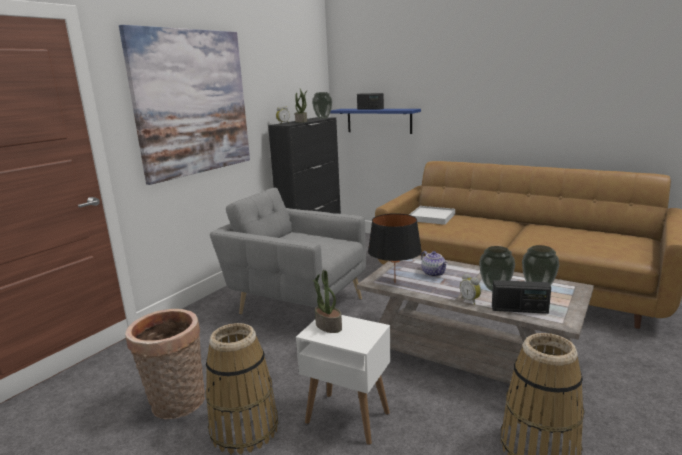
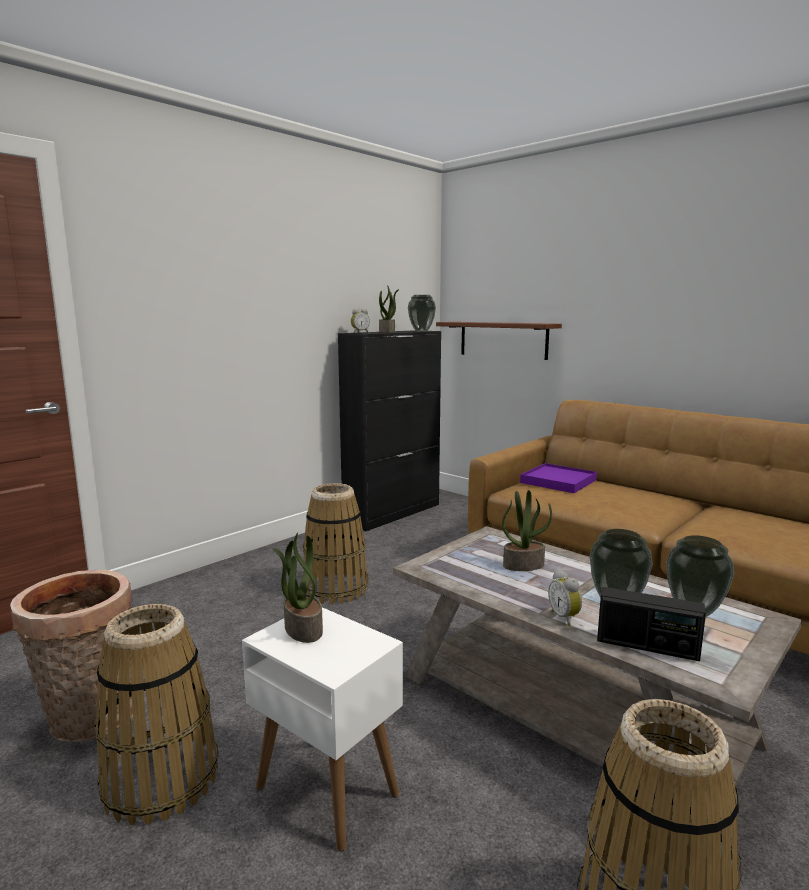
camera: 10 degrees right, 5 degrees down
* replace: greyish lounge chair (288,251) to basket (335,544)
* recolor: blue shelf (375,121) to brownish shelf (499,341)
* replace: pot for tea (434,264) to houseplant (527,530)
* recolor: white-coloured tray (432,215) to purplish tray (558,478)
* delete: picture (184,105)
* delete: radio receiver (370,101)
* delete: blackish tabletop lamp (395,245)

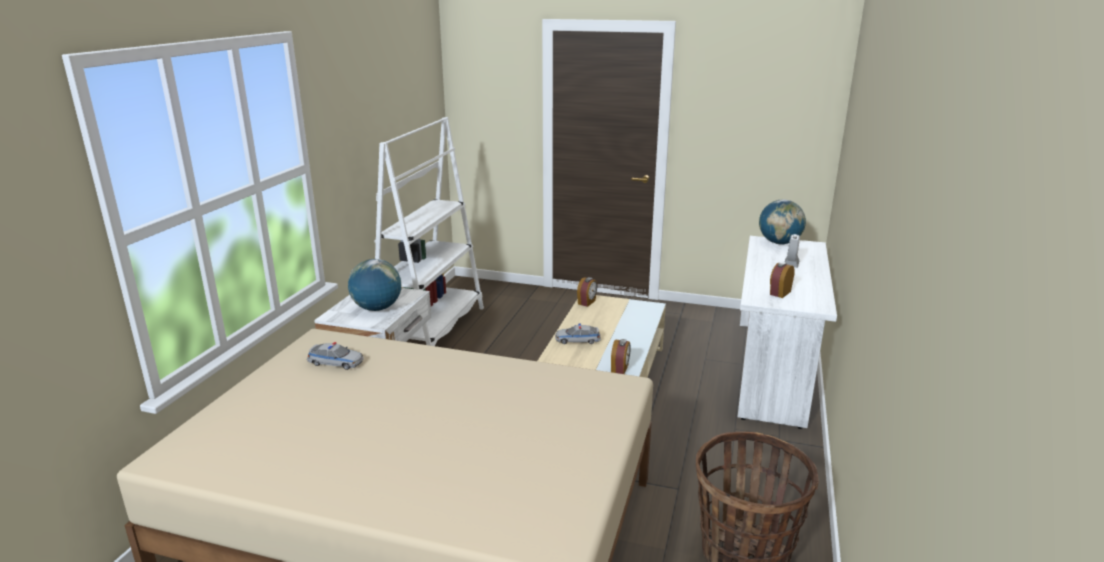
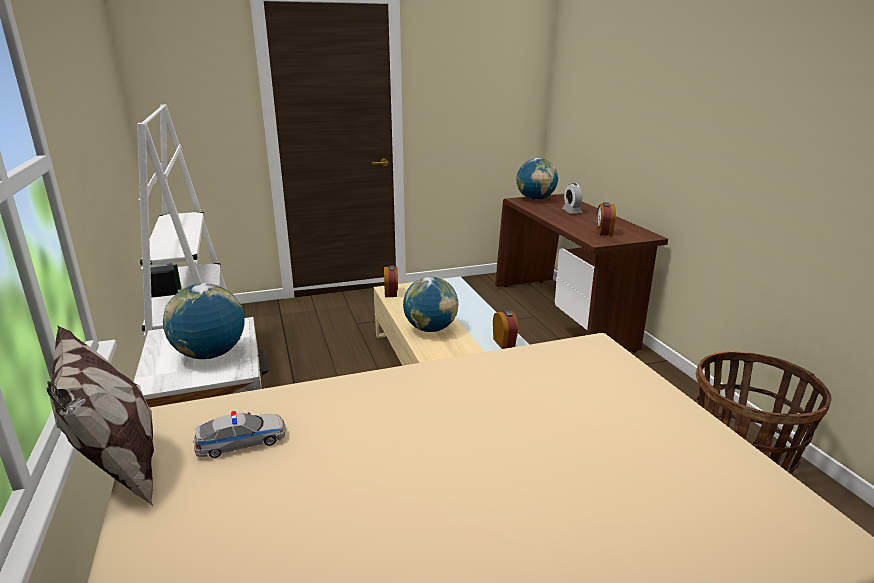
camera: 35 degrees left, 0 degrees up
* insert: pillow (100,416)
* replace: miniature car (578,334) to world globe (430,304)
* recolor: white-coloured desk (787,332) to brownish desk (581,273)

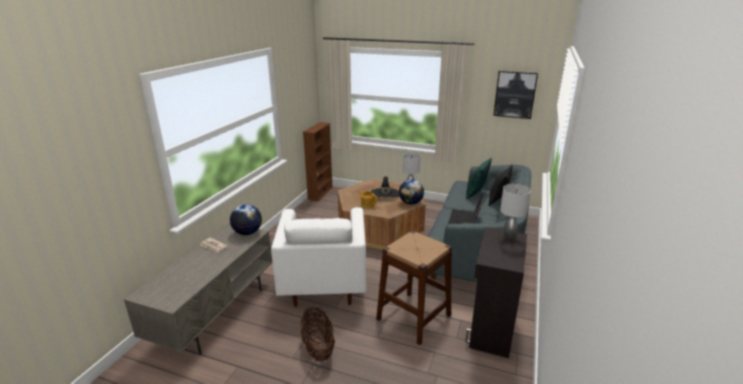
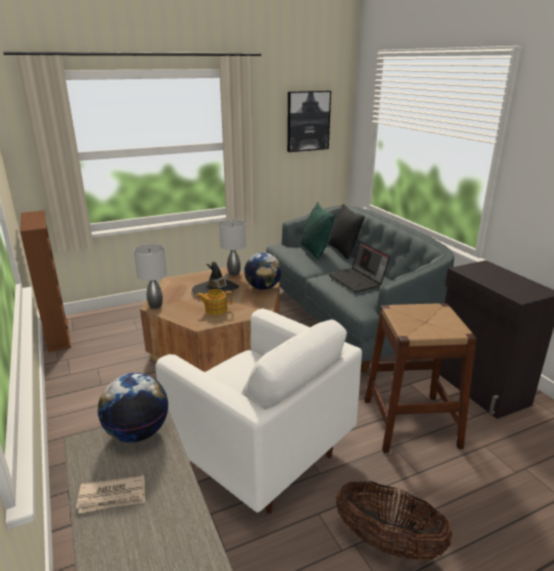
camera: 45 degrees left, 0 degrees up
* move: greyish tabletop lamp (515,212) to (150,276)

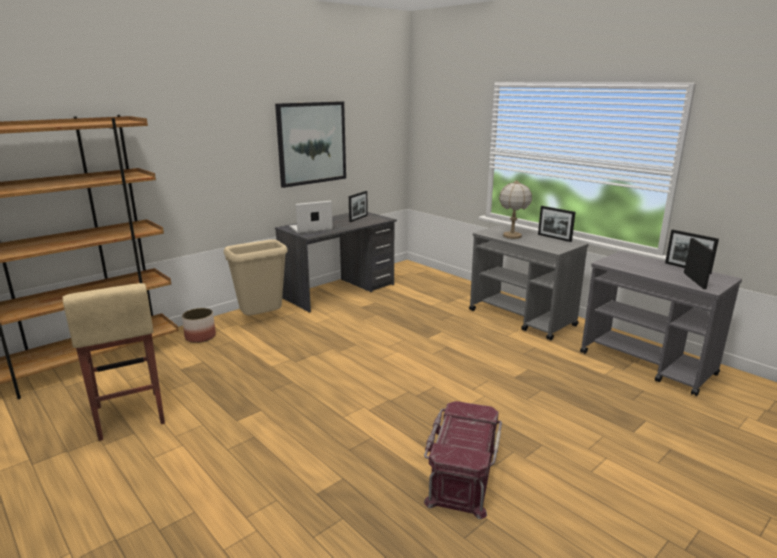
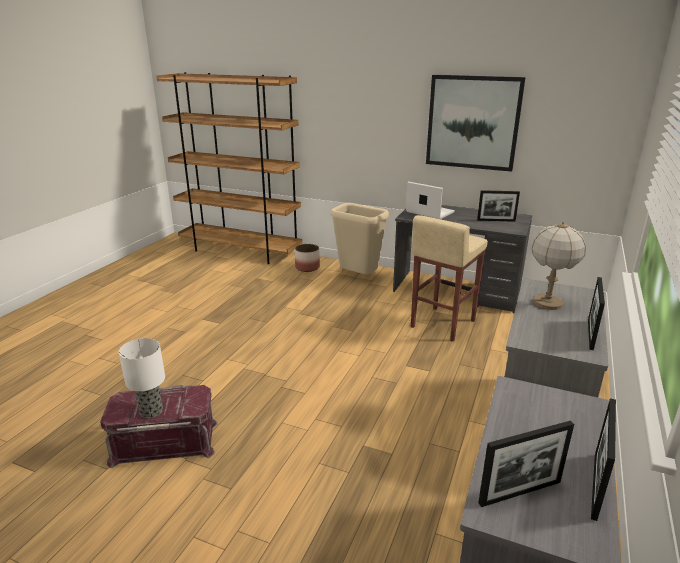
camera: 65 degrees right, 5 degrees up
* insert: tabletop lamp (142,378)
* move: beige stool (114,362) to (449,278)

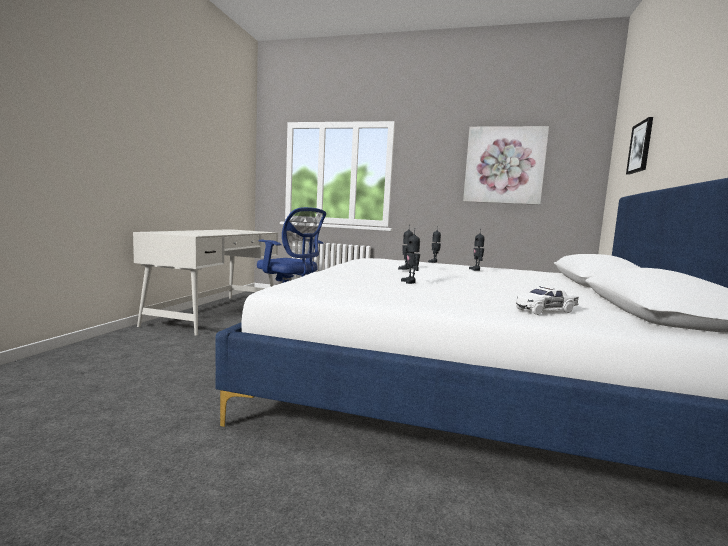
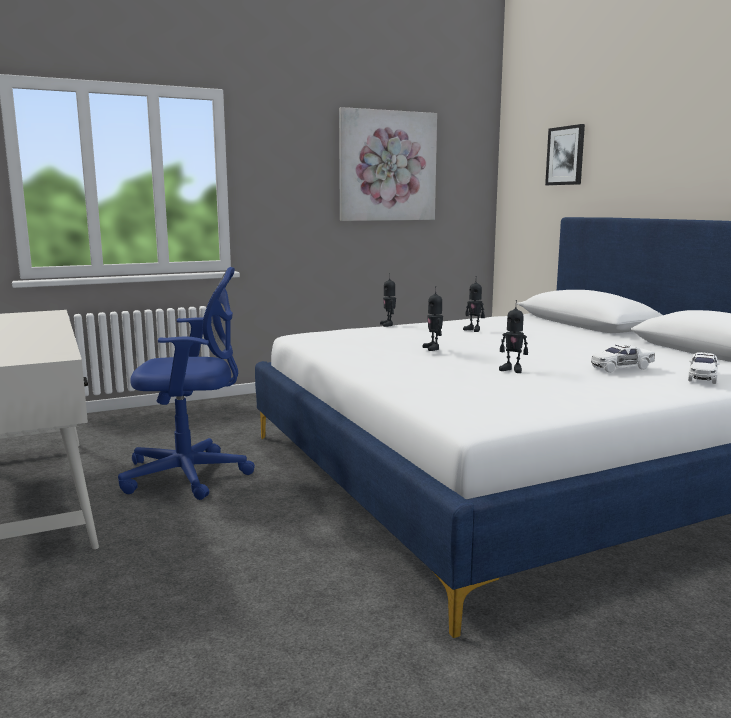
camera: 40 degrees left, 5 degrees up
* insert: white-coloured miniature car (623,358)

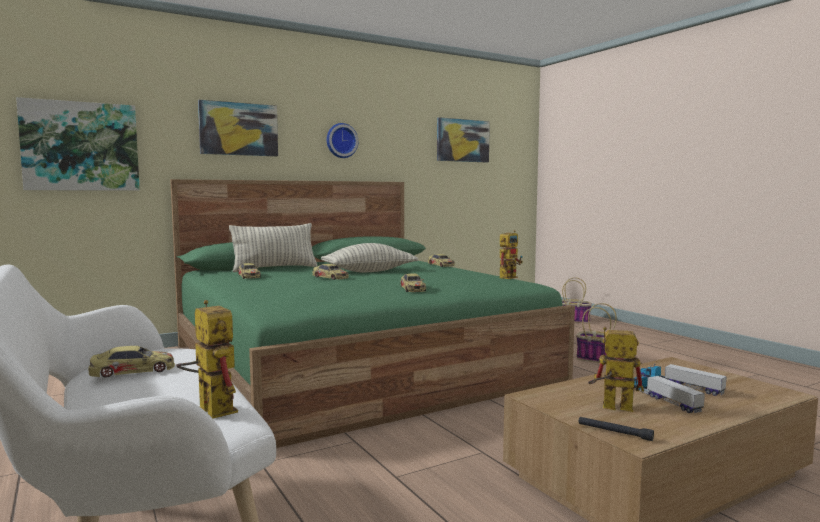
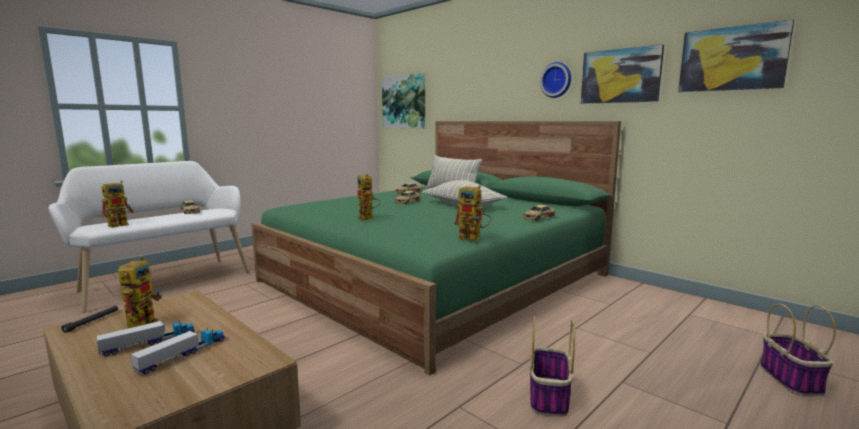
camera: 75 degrees right, 5 degrees up
* replace: miniature car (413,282) to robot figure (369,197)
* move: picture (238,128) to (622,74)

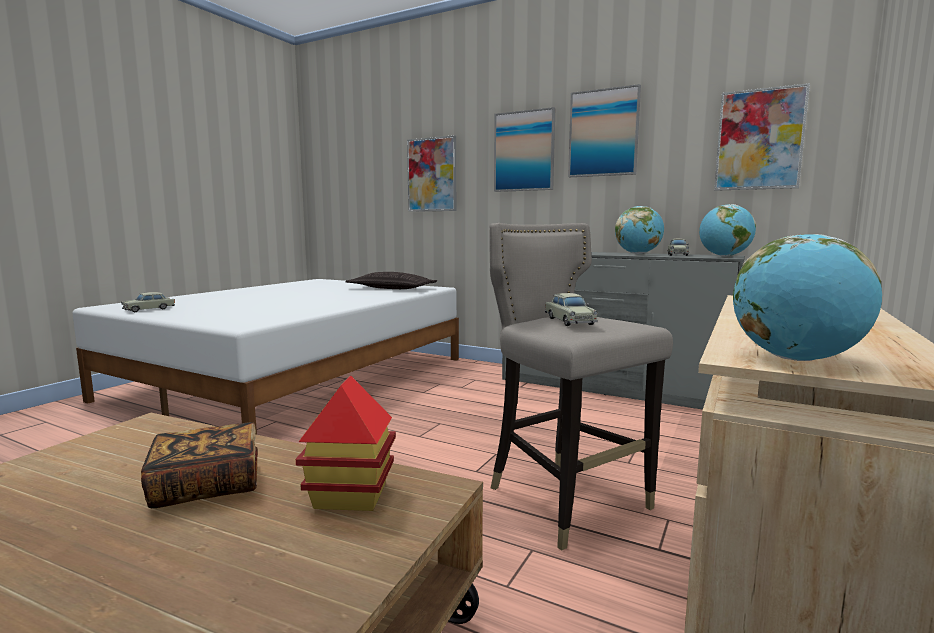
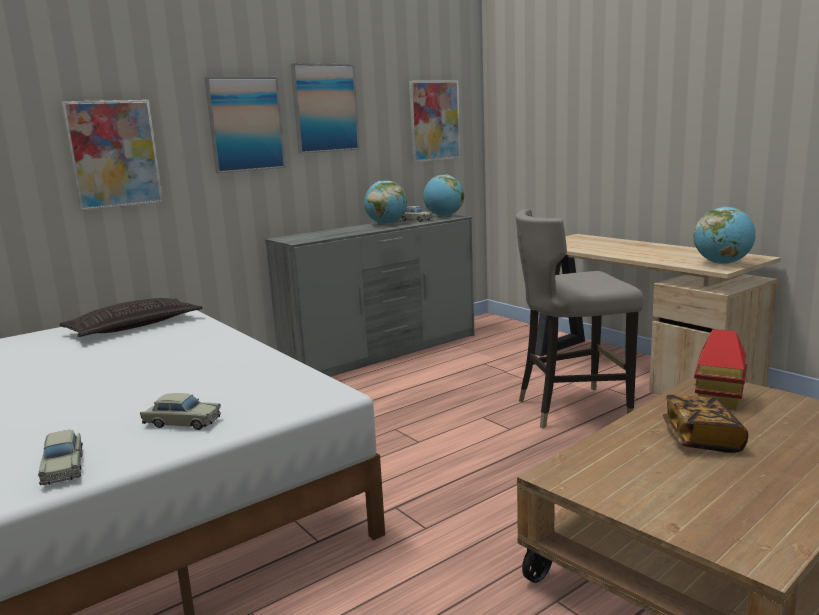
camera: 65 degrees left, 5 degrees up
* move: beige miniature car (571,309) to (180,411)

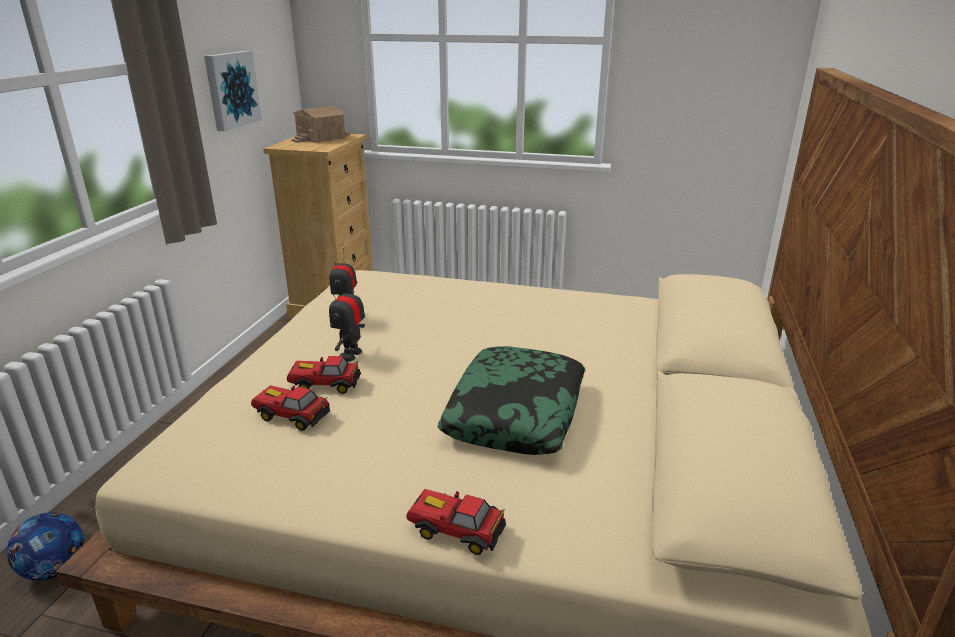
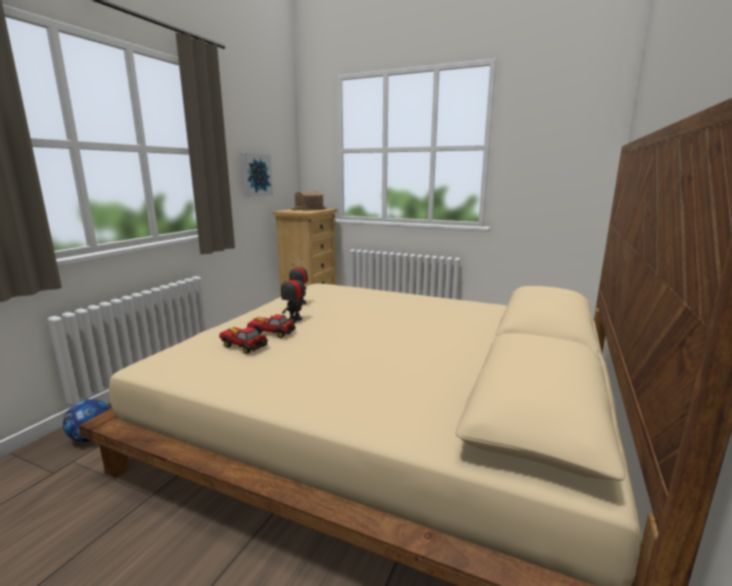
camera: 10 degrees right, 10 degrees down
* delete: miniature car (456,522)
* delete: pillow (511,400)

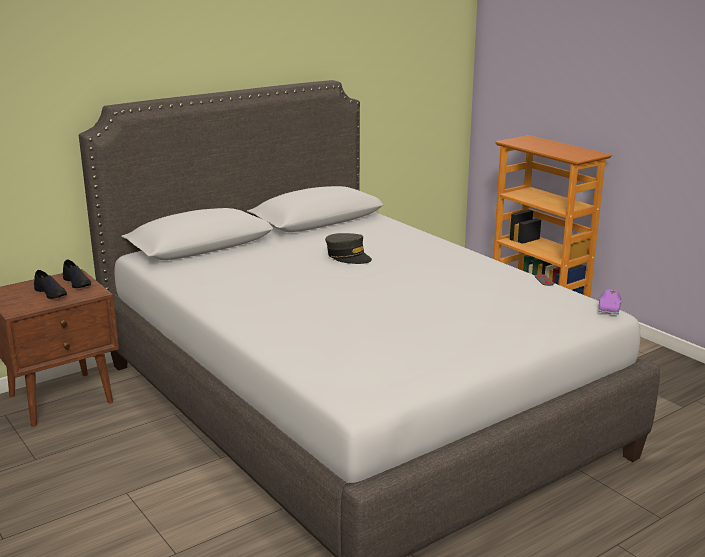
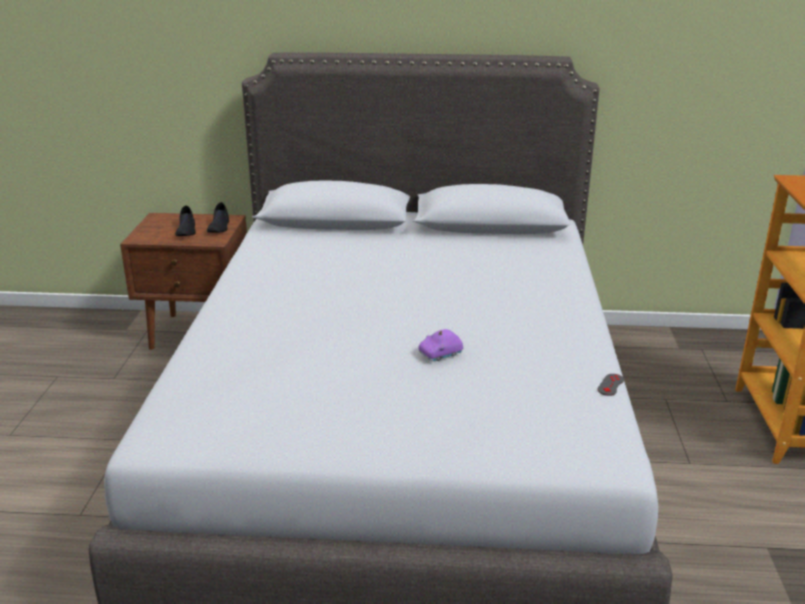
camera: 40 degrees right, 5 degrees up
* move: purplish miniature car (610,301) to (441,345)
* delete: greyish baseball cap (348,248)

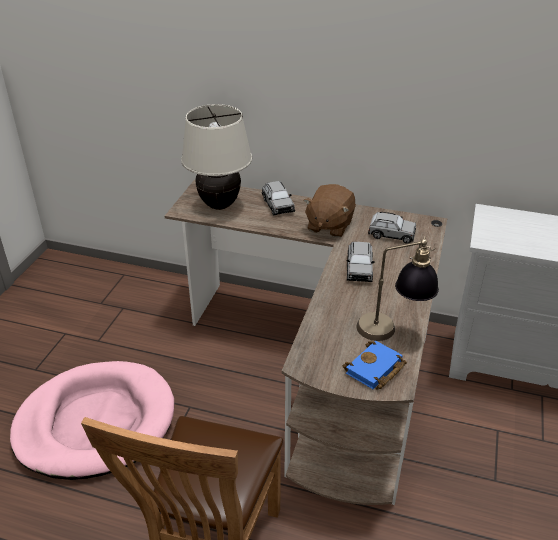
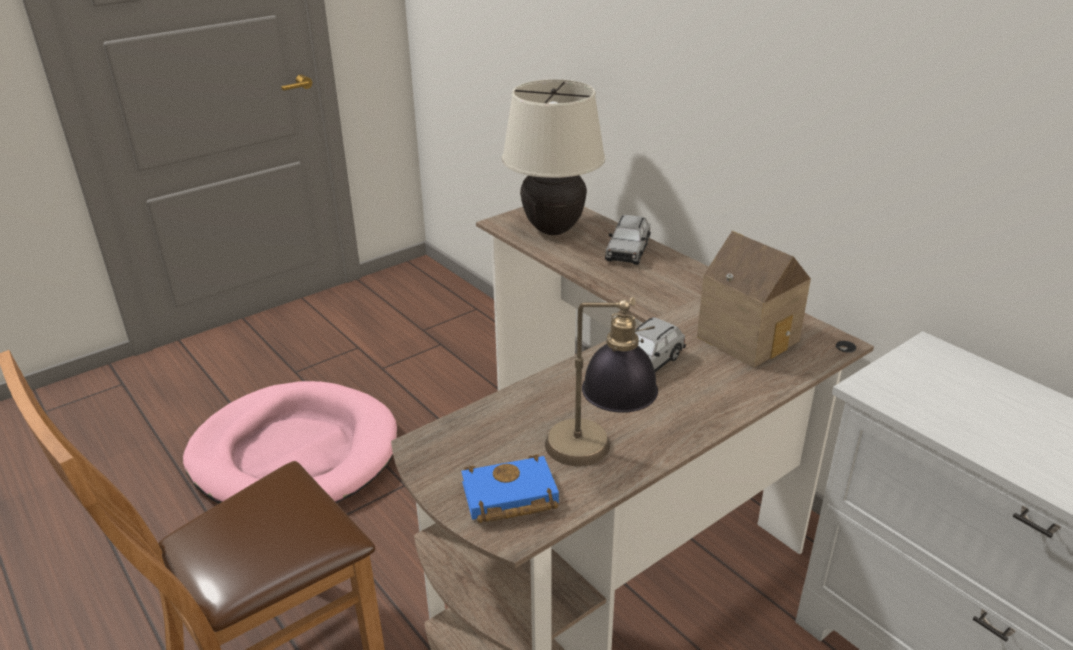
camera: 35 degrees right, 5 degrees down
* replace: greyish miniature car (392,228) to model house (754,299)
* delete: brownish plush toy (329,211)

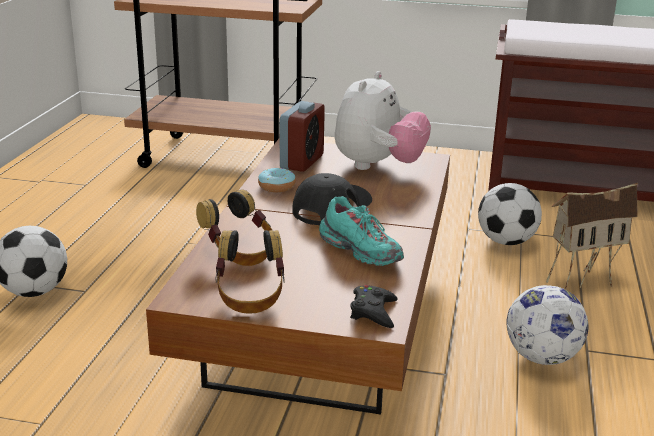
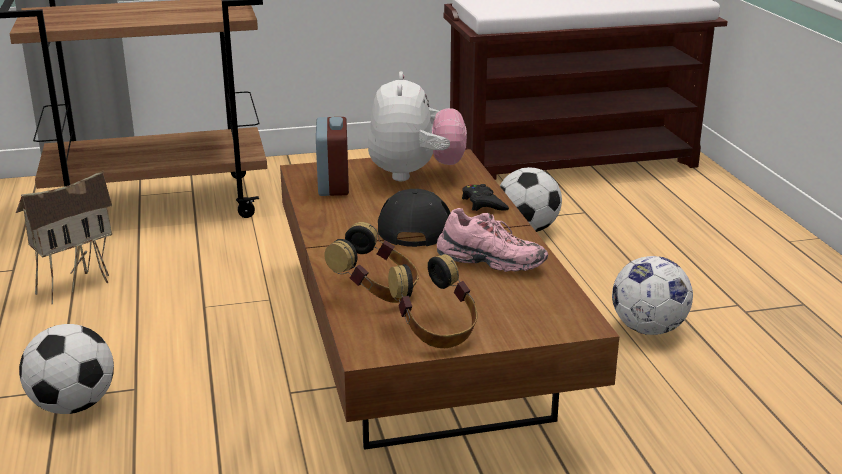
camera: 25 degrees left, 0 degrees up
* move: model house (592,236) to (64,237)
* recolor: turquoise-coloured low shoe (361,231) to pinkish low shoe (492,240)
* move: blackish game controller (374,306) to (485,197)
* delete: ring doughnut (277,180)

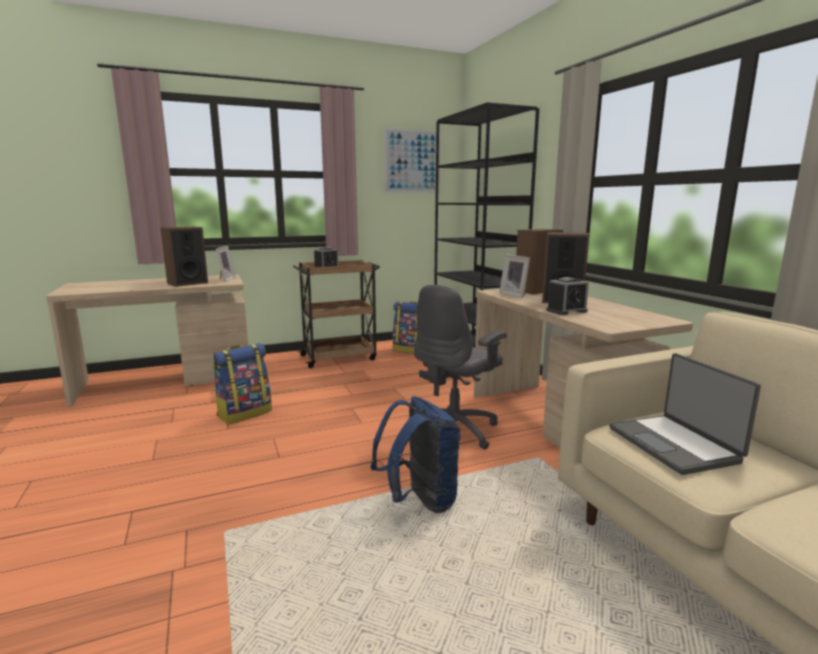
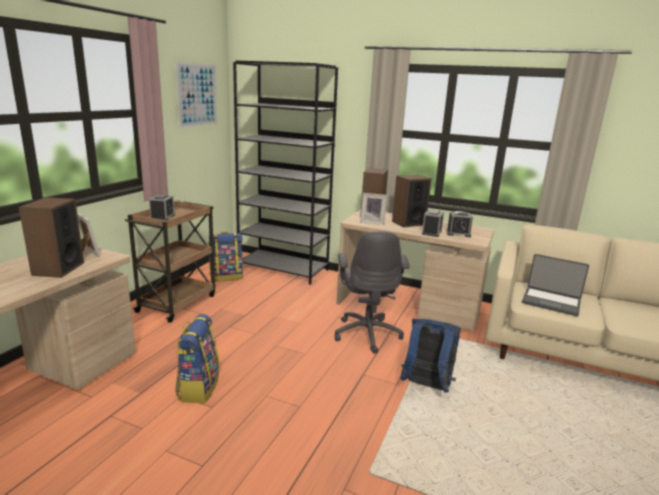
camera: 45 degrees left, 5 degrees up
* insert: alarm clock (459,224)

